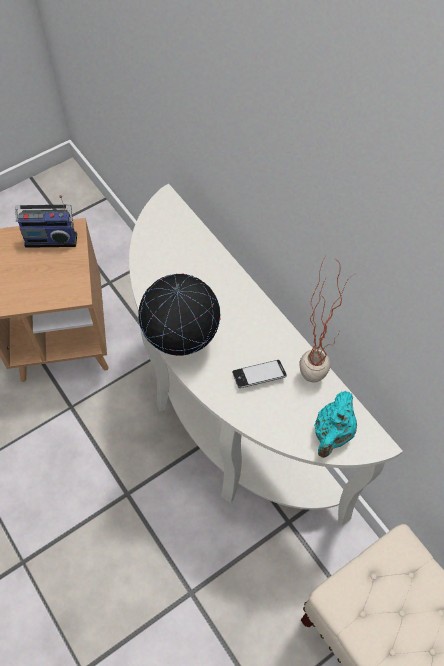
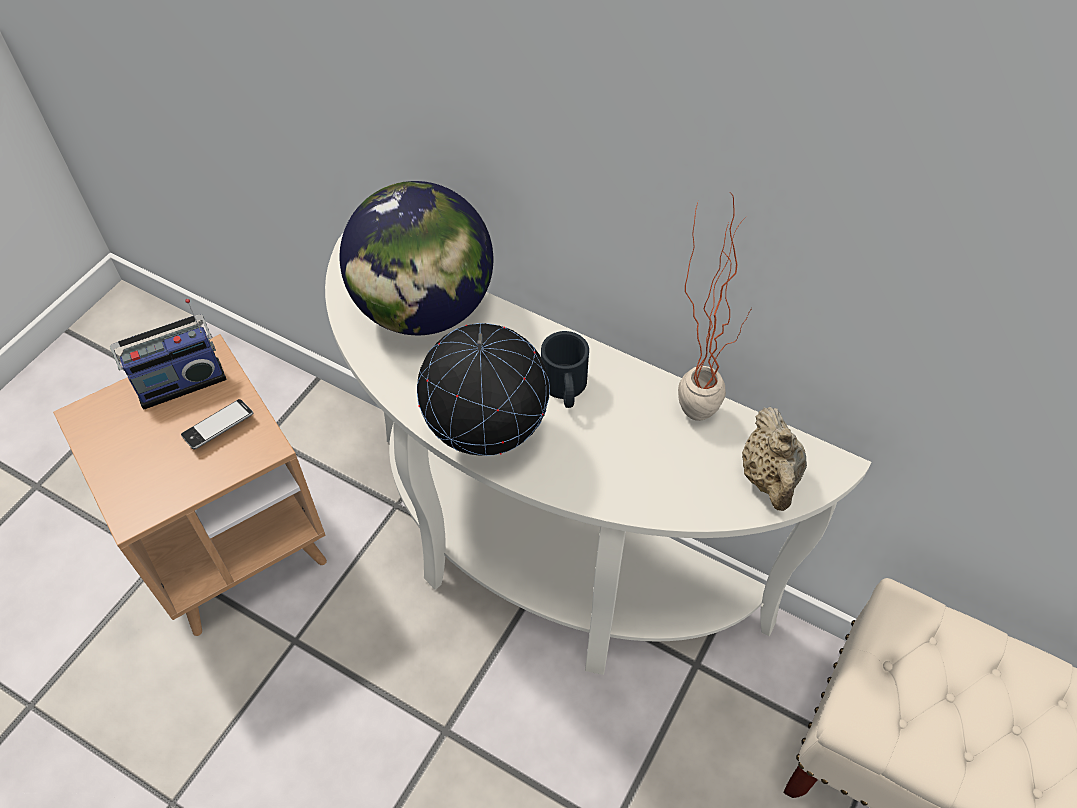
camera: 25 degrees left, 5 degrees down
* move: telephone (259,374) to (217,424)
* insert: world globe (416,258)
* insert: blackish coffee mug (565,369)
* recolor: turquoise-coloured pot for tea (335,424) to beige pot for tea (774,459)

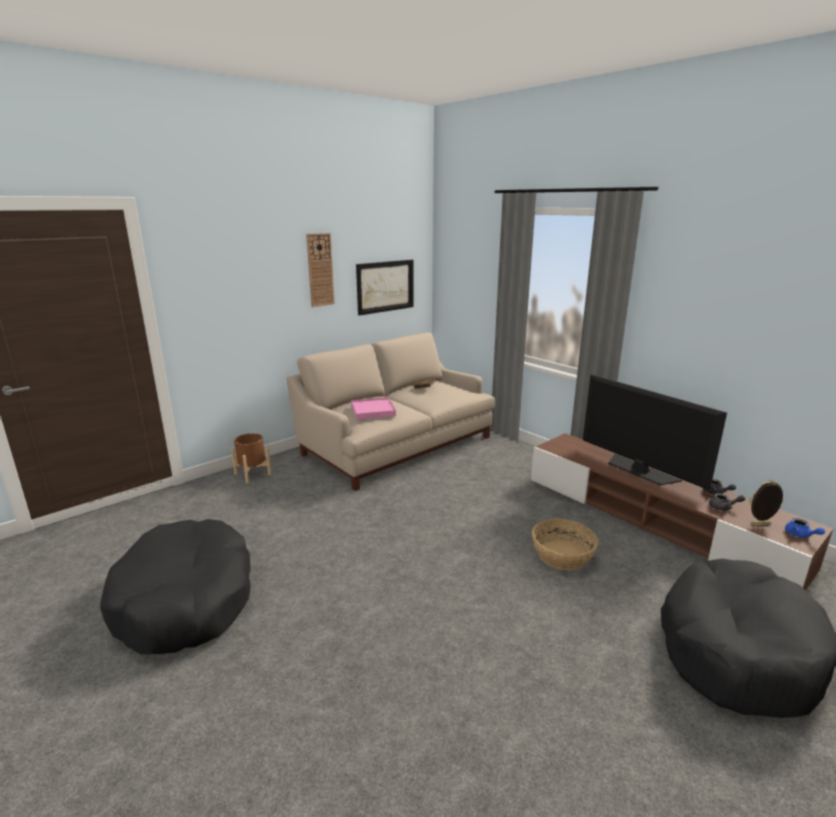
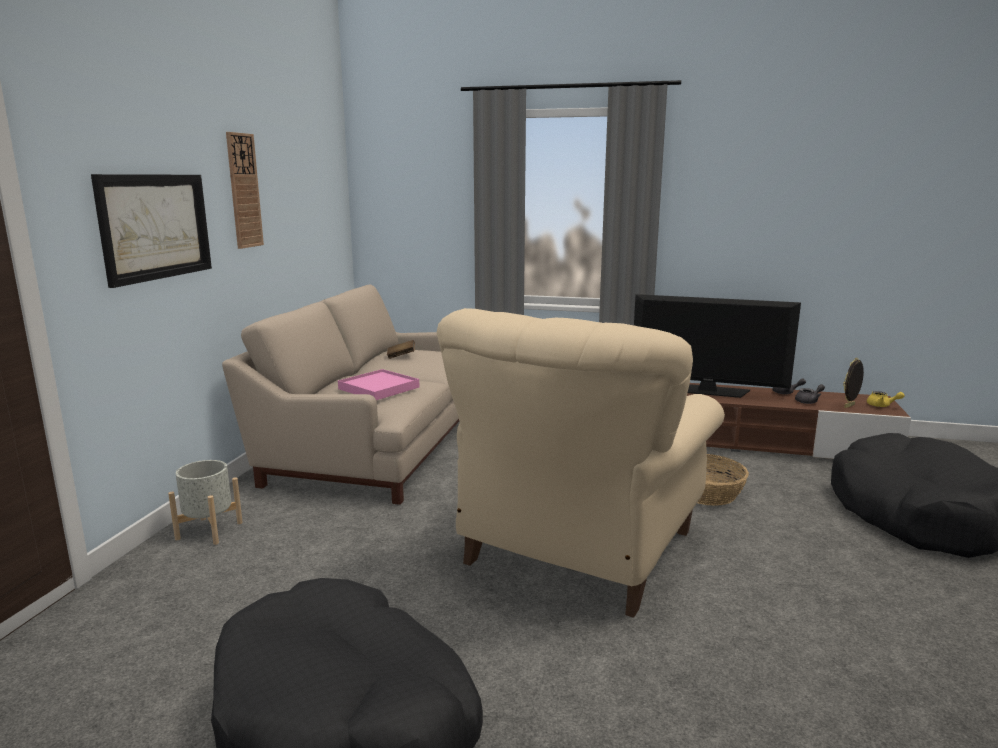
camera: 35 degrees left, 5 degrees down
* move: picture (385,288) to (151,231)
* recolor: brownish planter (251,458) to greyish planter (205,502)
* insert: beige lounge chair (581,463)
* recolor: blue pot for tea (805,528) to yellow pot for tea (886,399)

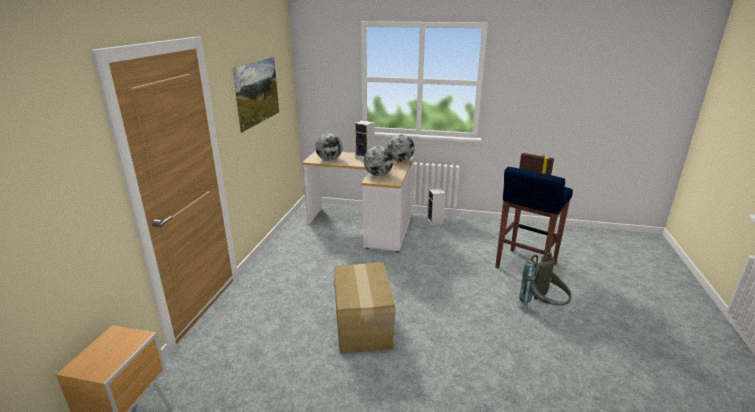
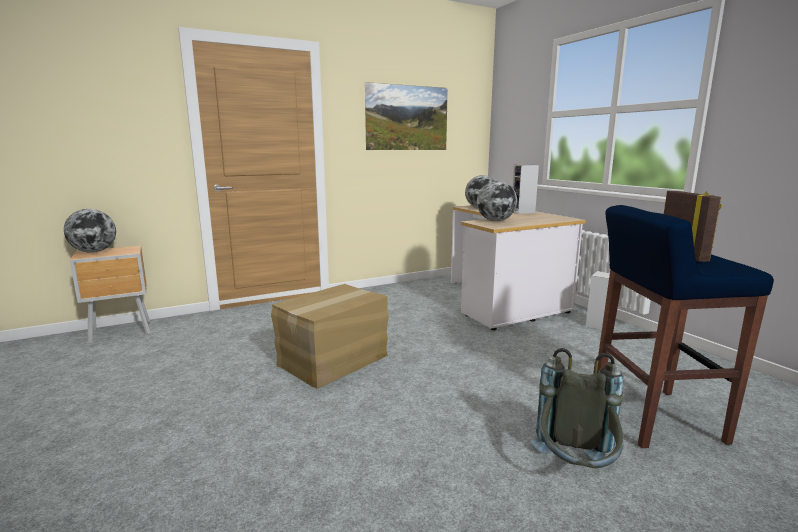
camera: 50 degrees right, 10 degrees down
* move: world globe (401,148) to (90,231)

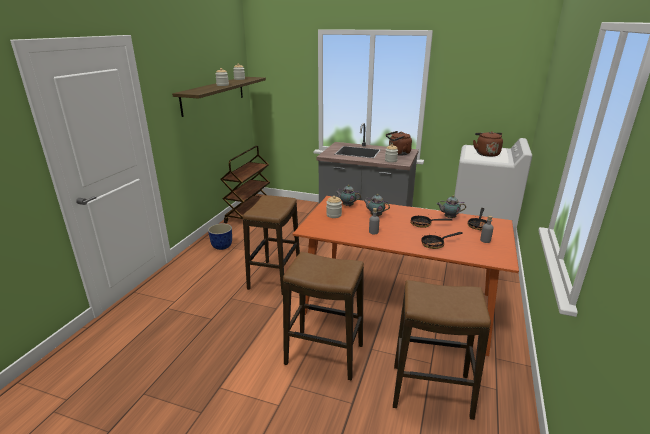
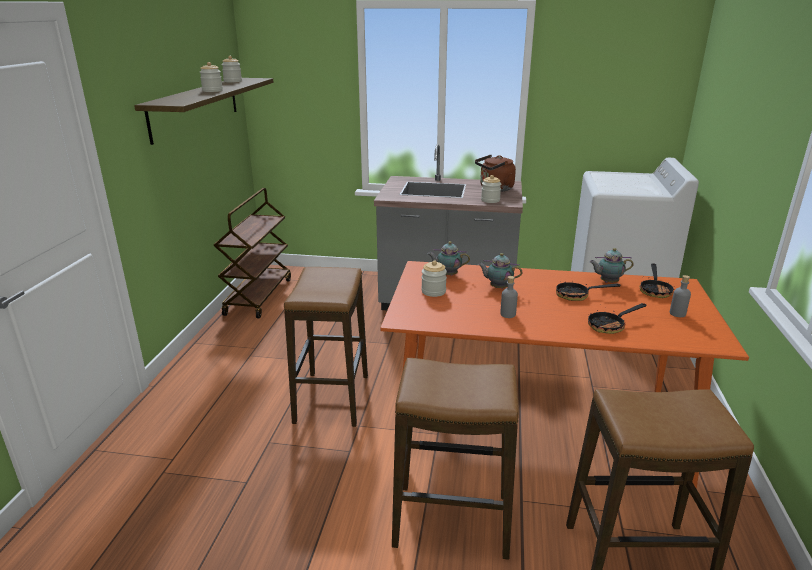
camera: 10 degrees left, 0 degrees up
* delete: planter (220,237)
* delete: brownish tea kettle (488,144)

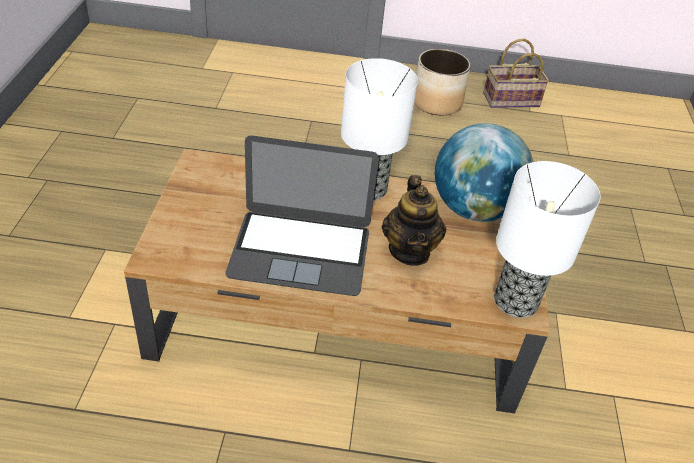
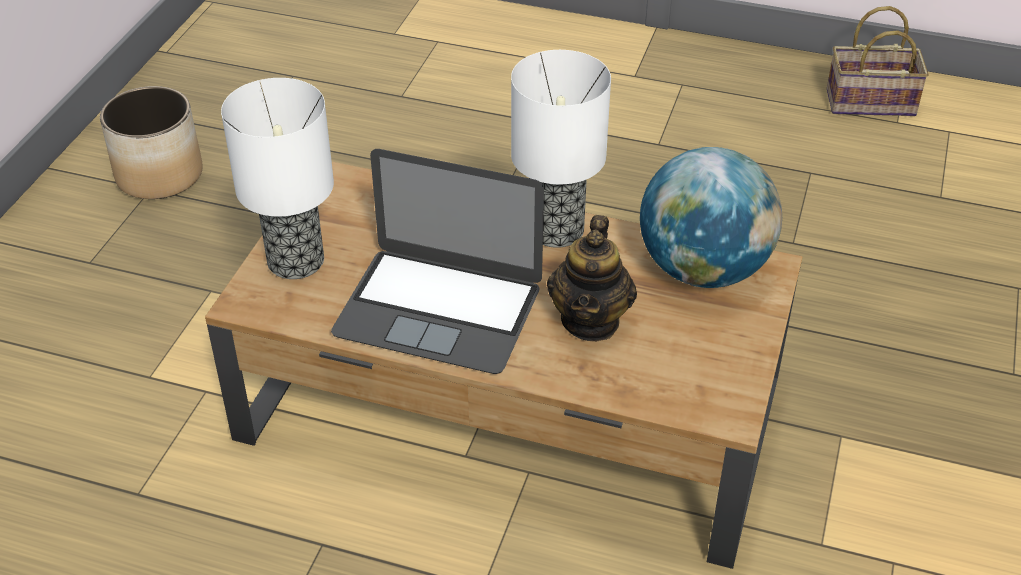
camera: 15 degrees right, 0 degrees up
* move: planter (442,82) to (151,142)
* move: tabletop lamp (547,239) to (277,178)

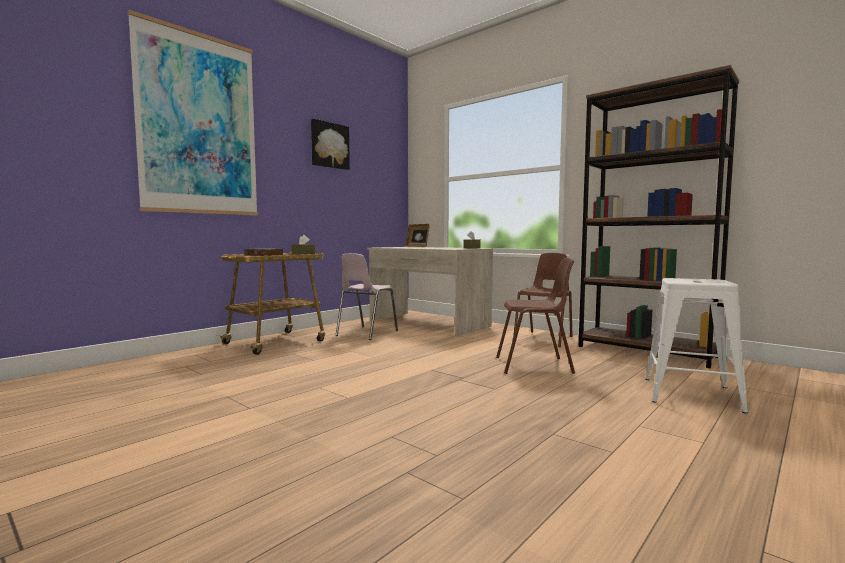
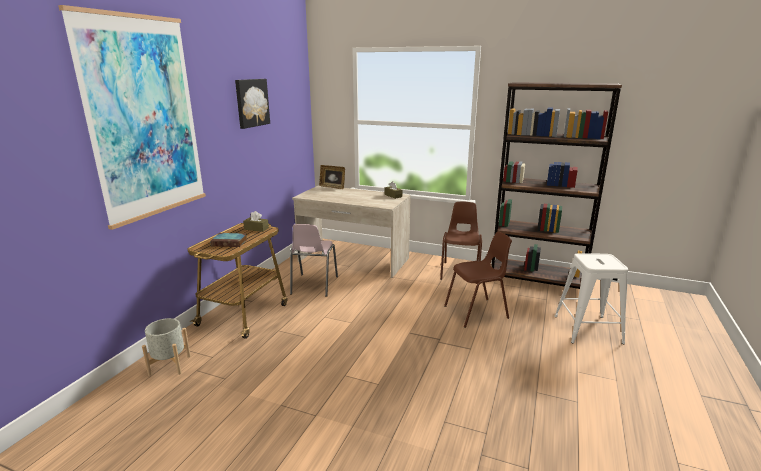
camera: 20 degrees left, 15 degrees up
* insert: greyish planter (166,347)

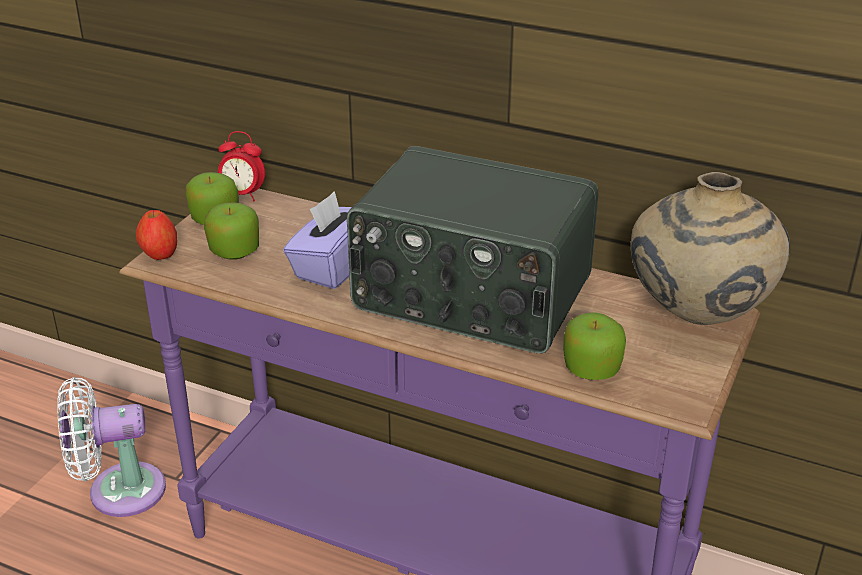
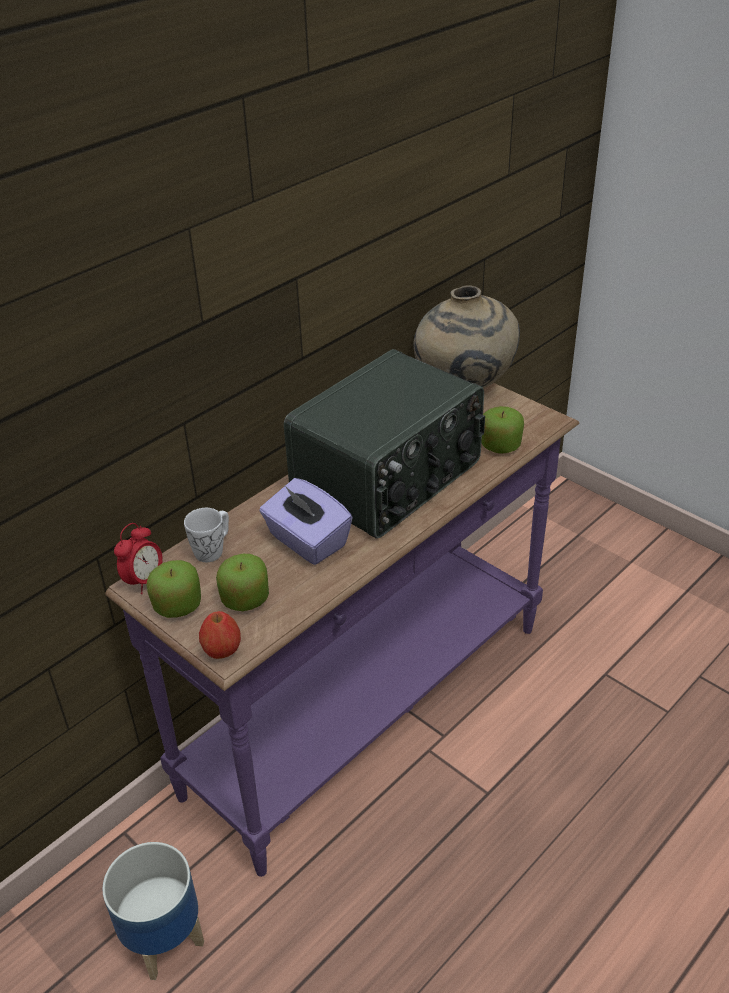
camera: 70 degrees left, 5 degrees up
* replace: white-coloured electric fan (111,447) to planter (153,911)
* insert: white-coloured coffee mug (206,535)

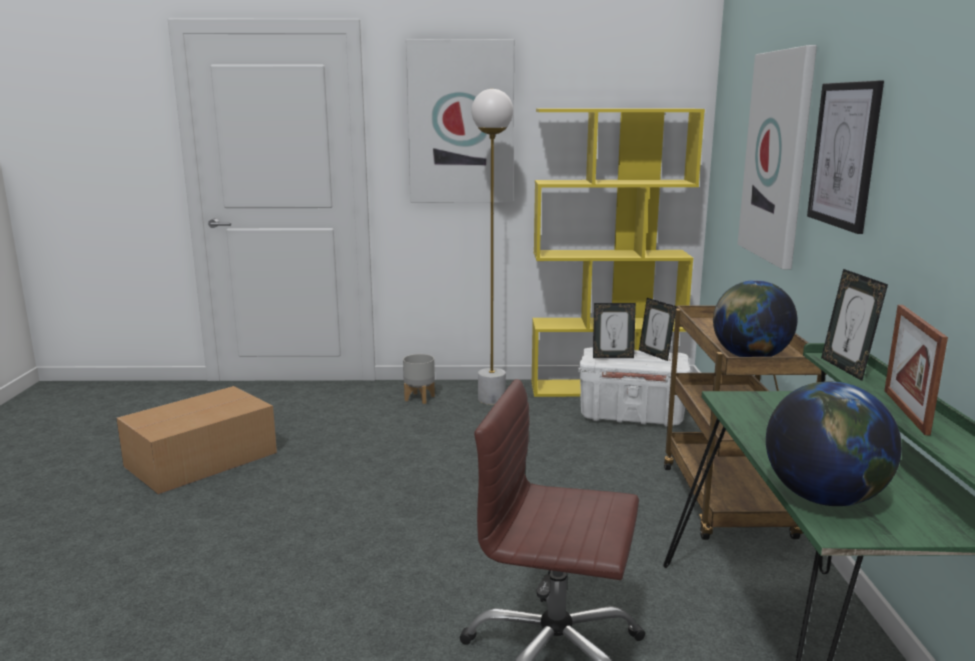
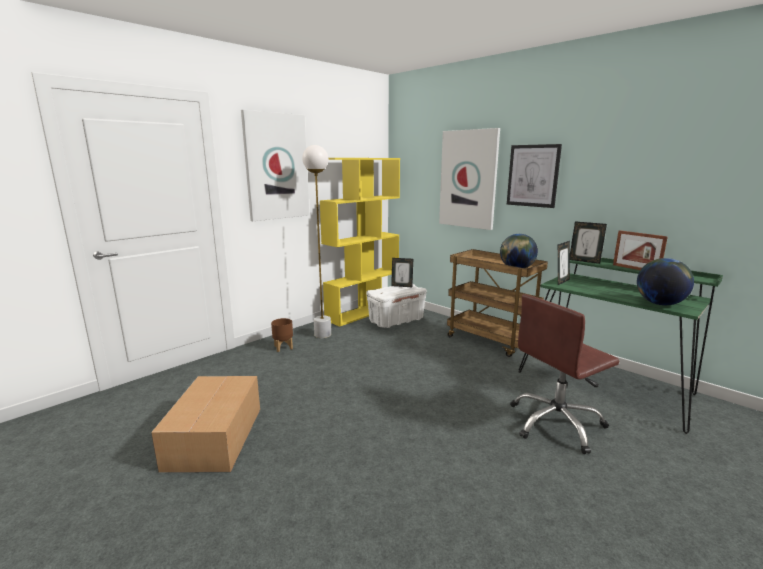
camera: 45 degrees left, 0 degrees up
* recolor: greyish planter (419,379) to brownish planter (282,335)
* move: photo frame (614,330) to (564,263)

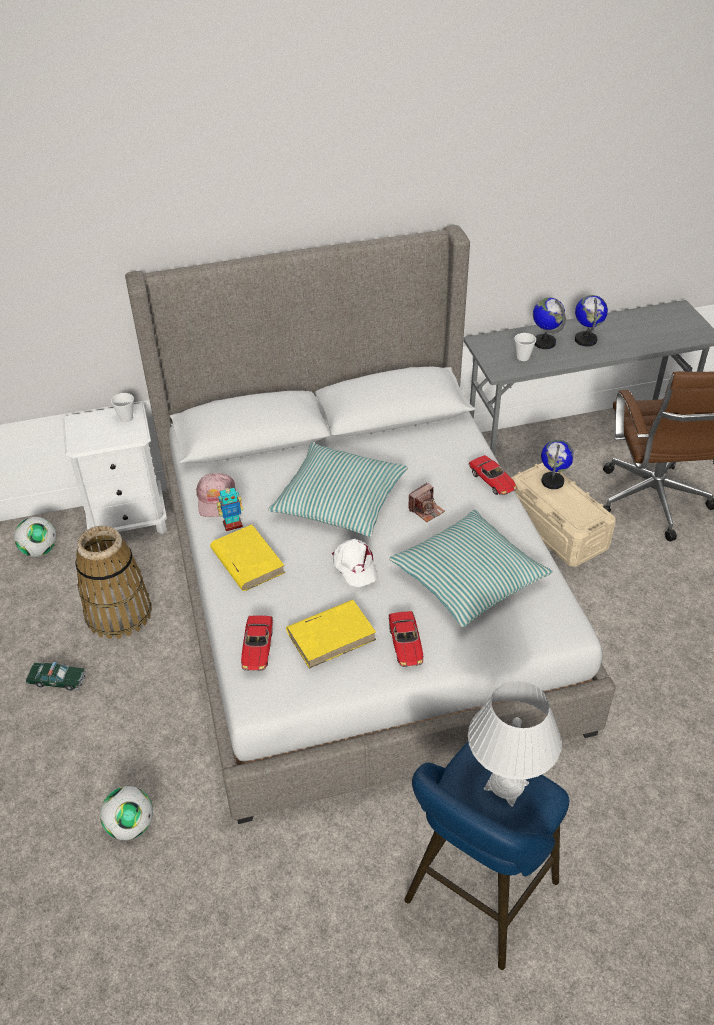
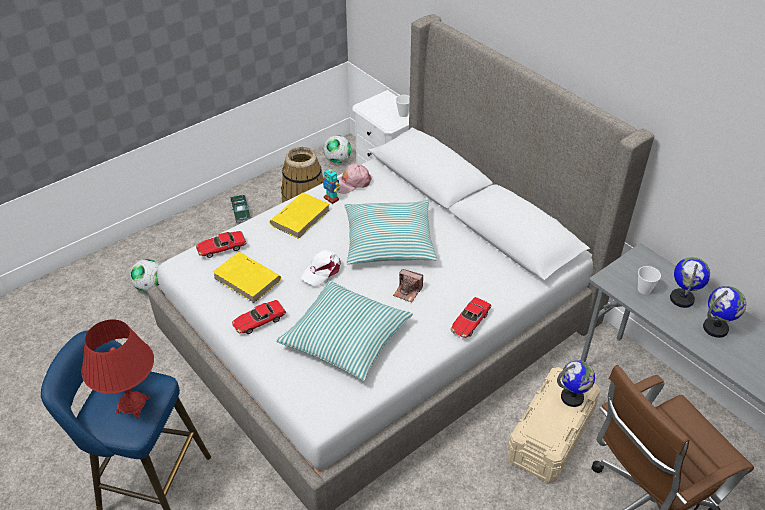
camera: 65 degrees right, 0 degrees up
* recolor: white-coloured tabletop lamp (515,744) to red tabletop lamp (117,368)

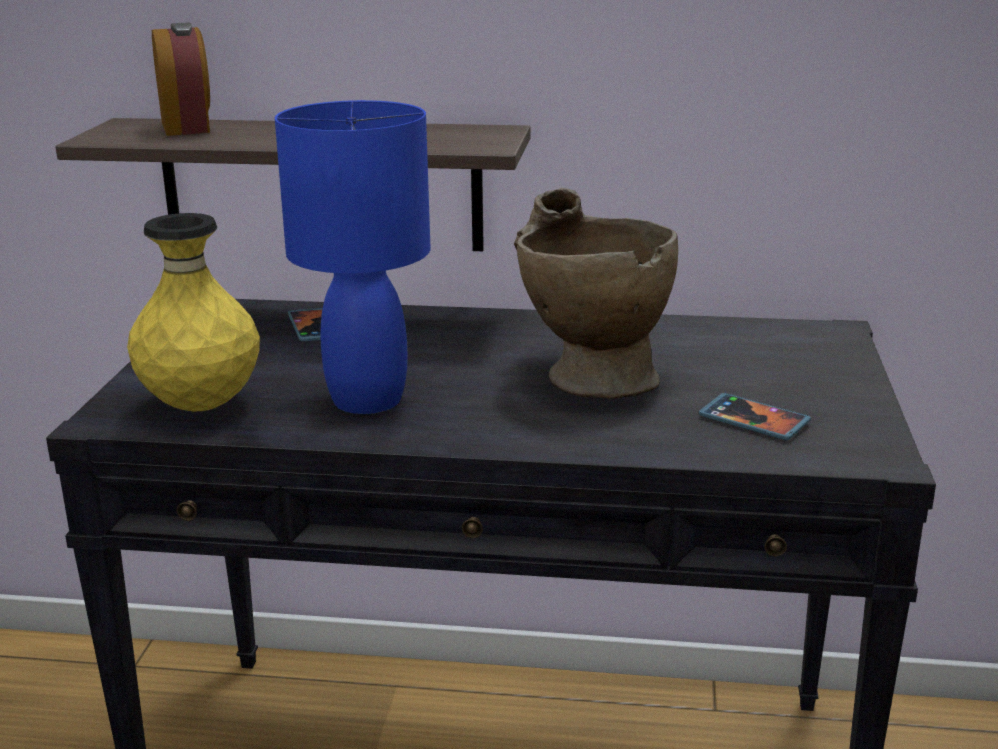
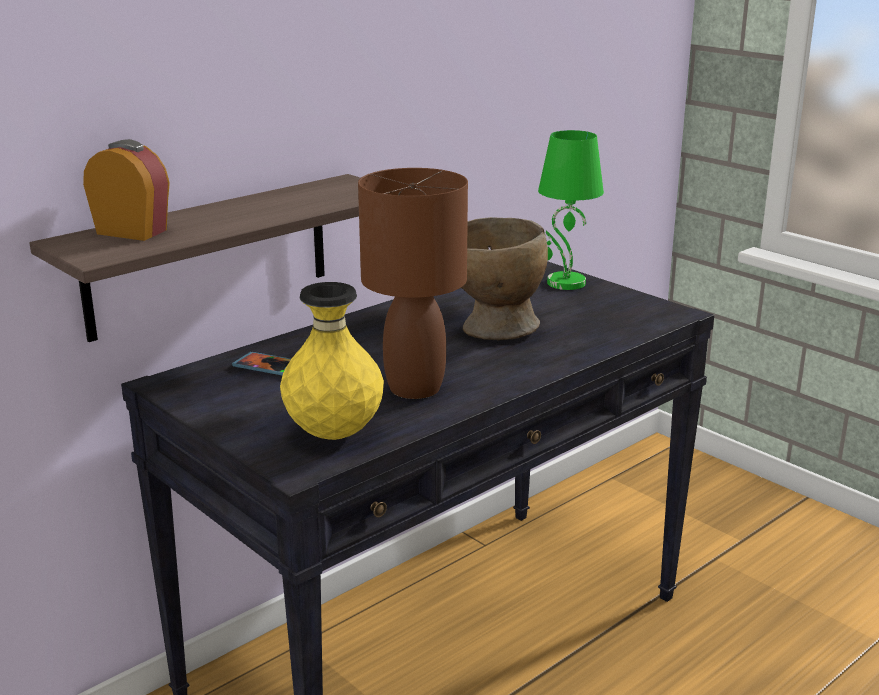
camera: 50 degrees left, 0 degrees up
* recolor: blue tabletop lamp (352,257) to brownish tabletop lamp (413,283)
* insert: green-coloured tabletop lamp (571,210)
* delete: telephone (754,416)

